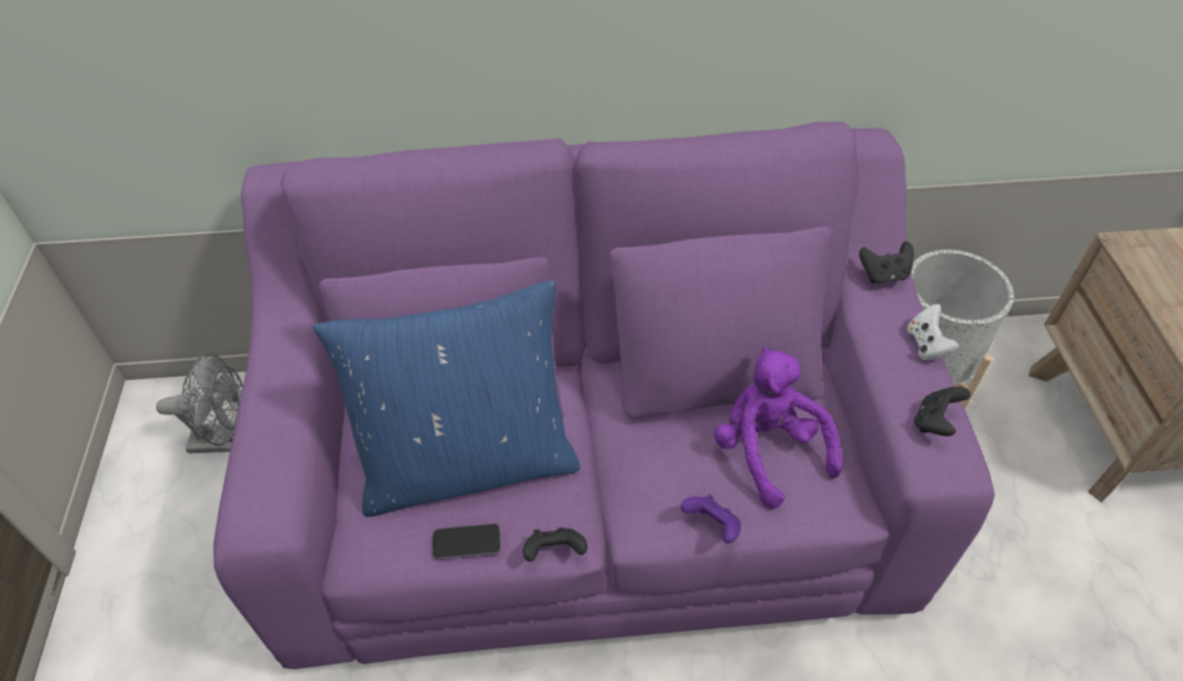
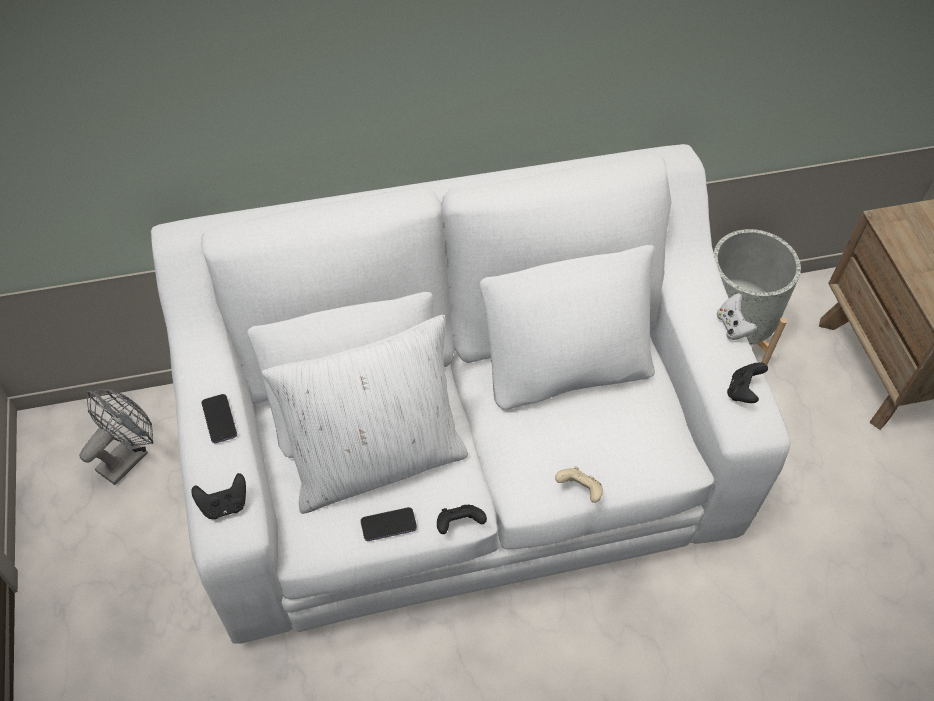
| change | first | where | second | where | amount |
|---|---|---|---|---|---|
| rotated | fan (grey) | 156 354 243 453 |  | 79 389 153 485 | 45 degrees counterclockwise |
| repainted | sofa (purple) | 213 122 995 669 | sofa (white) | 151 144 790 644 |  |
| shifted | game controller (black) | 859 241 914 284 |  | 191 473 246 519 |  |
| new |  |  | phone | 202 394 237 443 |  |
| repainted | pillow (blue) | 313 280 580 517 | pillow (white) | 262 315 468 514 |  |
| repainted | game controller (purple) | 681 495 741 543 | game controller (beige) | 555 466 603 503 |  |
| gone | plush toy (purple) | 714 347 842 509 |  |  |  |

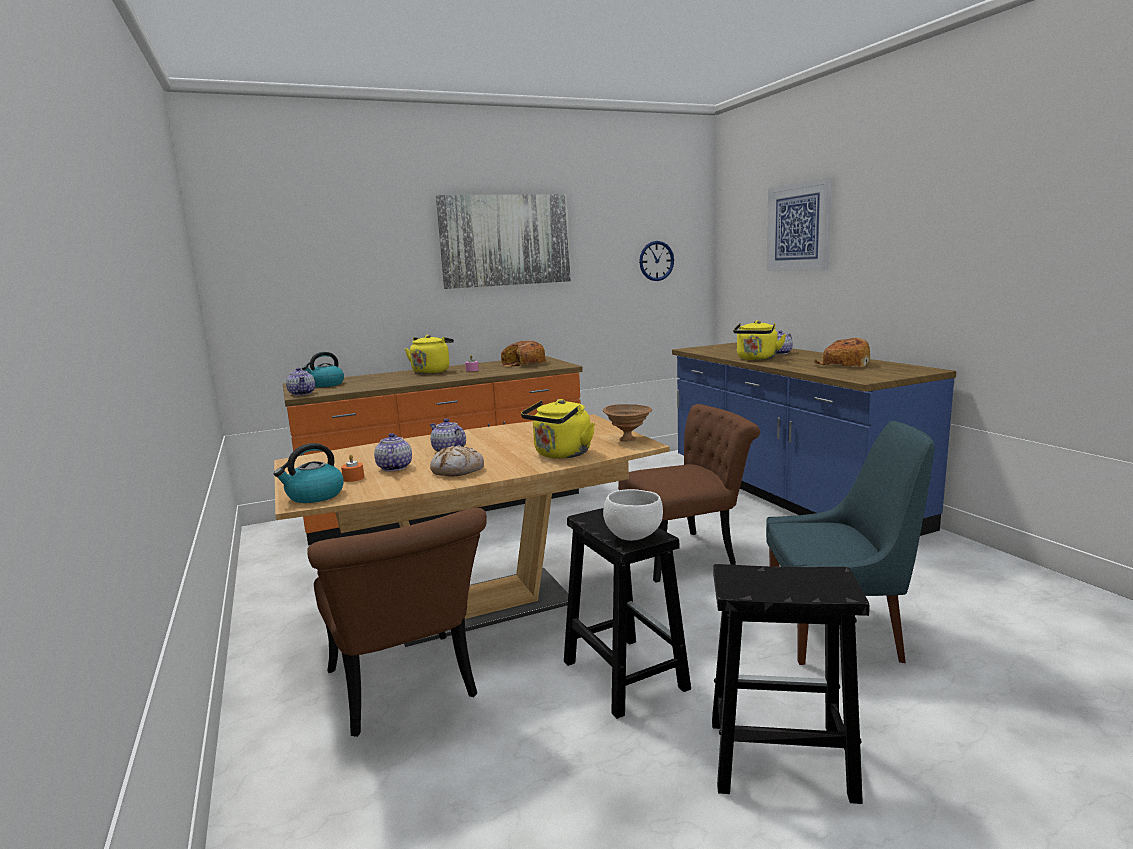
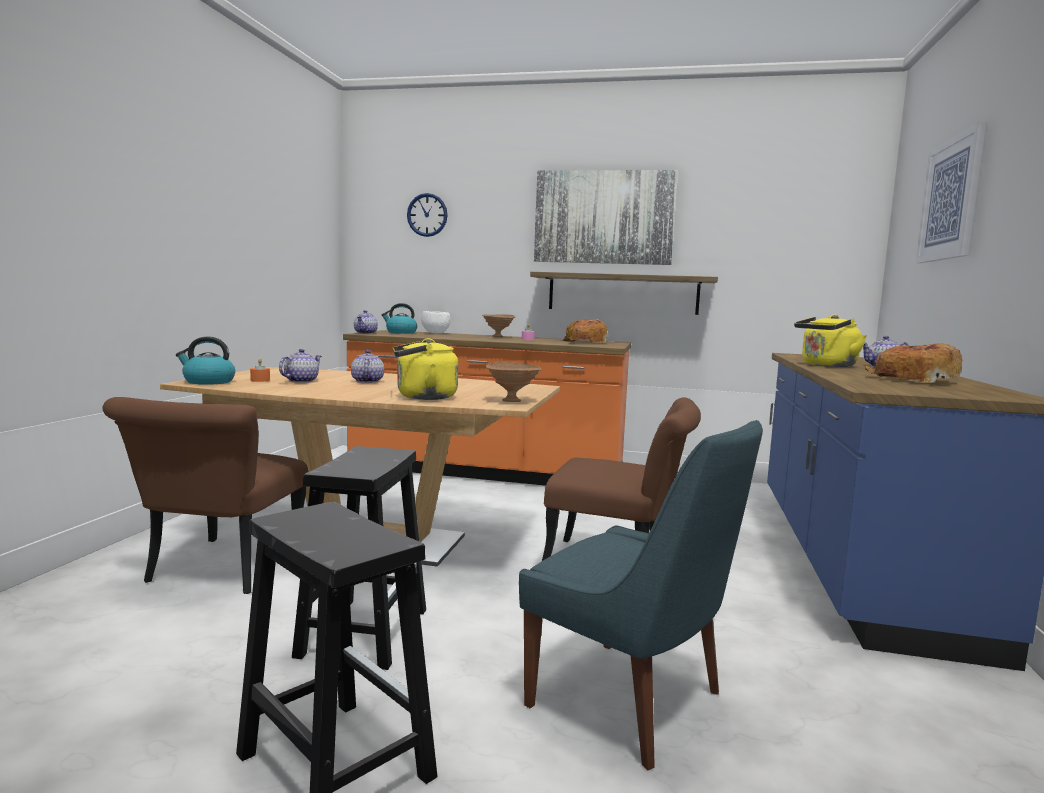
| change | first | where | second | where | amount |
|---|---|---|---|---|---|
| shifted | wall clock | 639 241 674 281 |  | 407 193 448 237 |  |
| shifted | bowl (white) | 603 489 663 541 |  | 421 311 451 333 |  |
| swapped | kettle (yellow) | 405 335 454 374 | bowl (brown) | 482 315 516 337 |  |
| new |  |  | shelf | 530 272 718 315 |  |
| gone | bread | 430 446 484 476 |  |  |  |

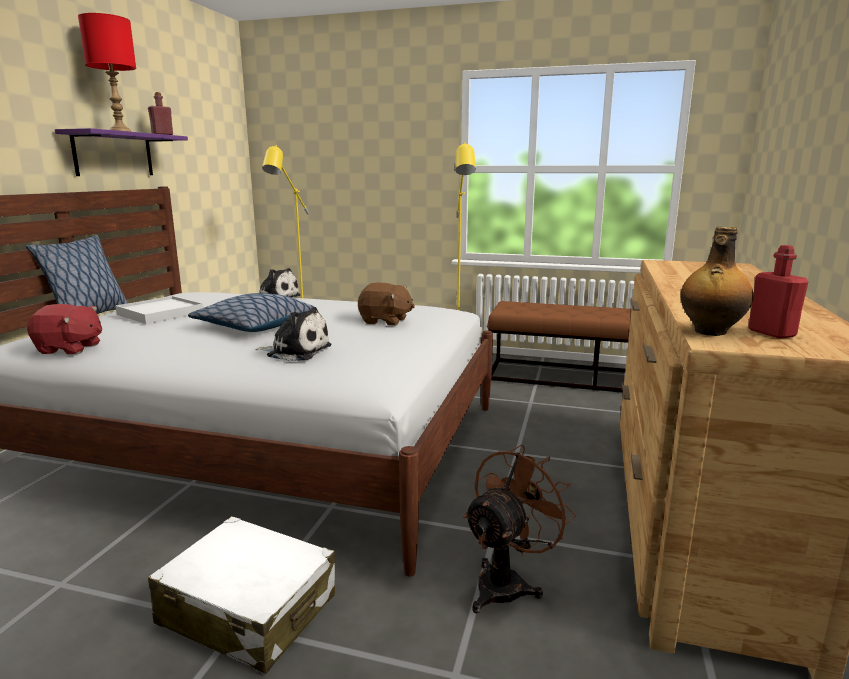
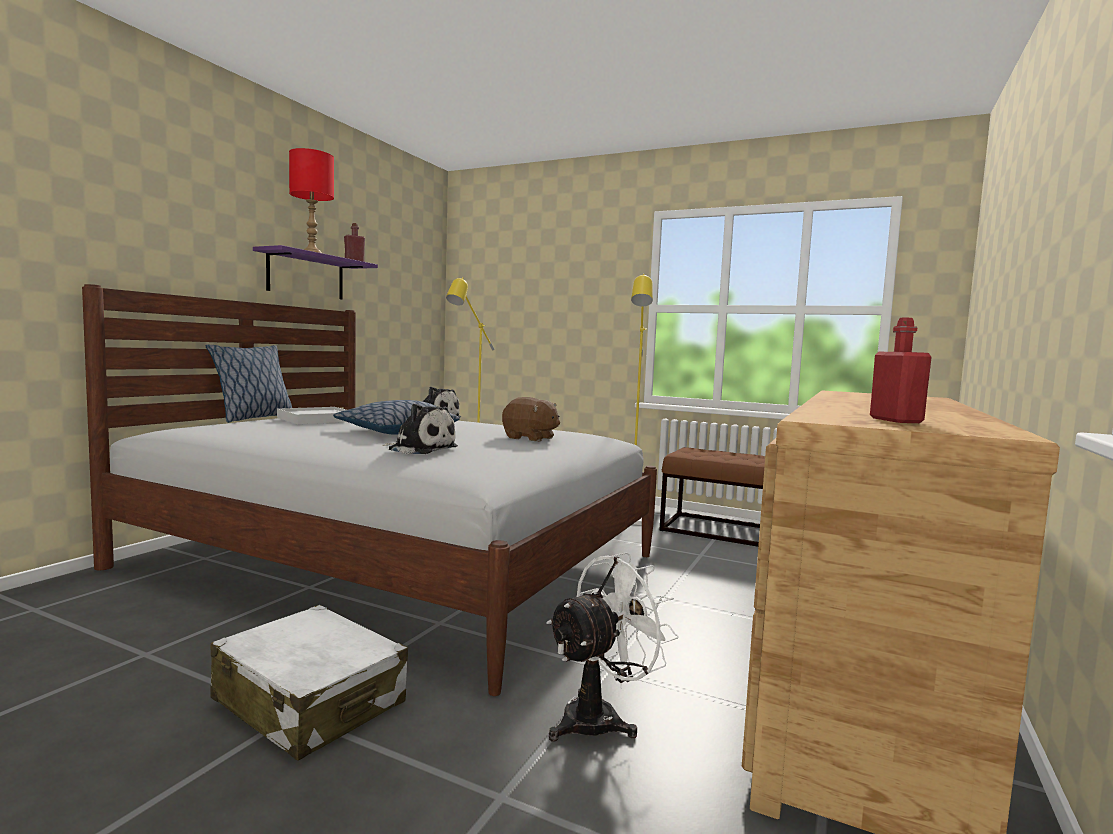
| change | first | where | second | where | amount |
|---|---|---|---|---|---|
| repainted | fan (brown) | 463 444 576 613 | fan (white) | 546 552 679 742 |  |
| gone | plush toy (red) | 27 304 102 354 |  |  |  |
| gone | bottle | 680 227 754 336 |  |  |  |

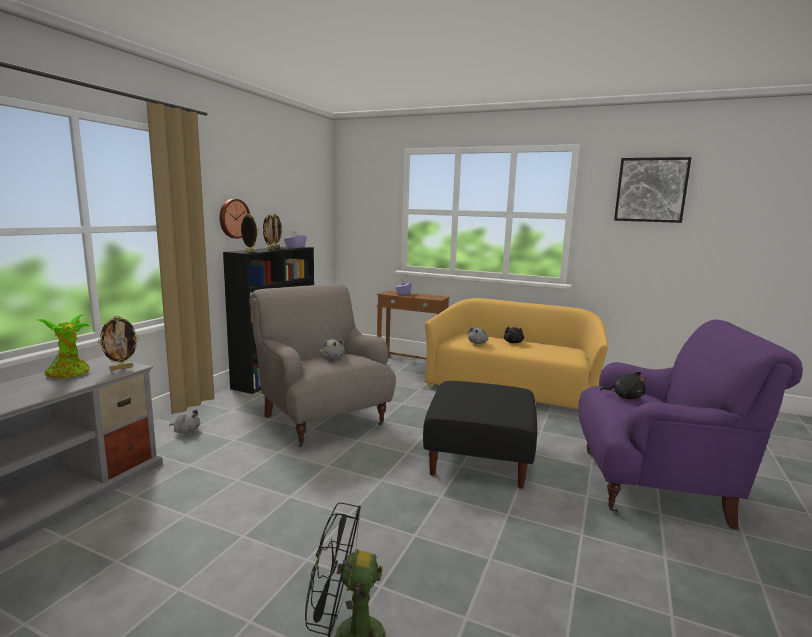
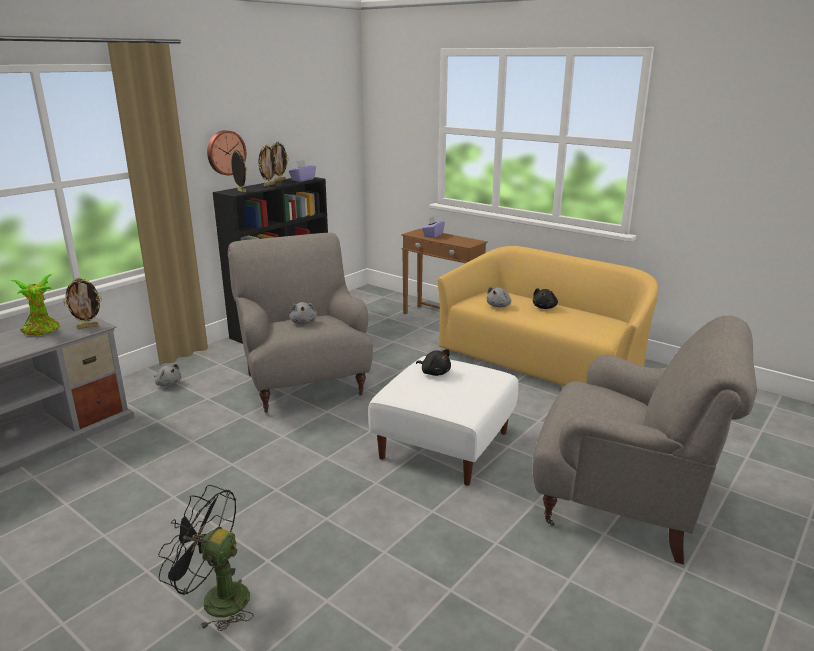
| change | first | where | second | where | amount |
|---|---|---|---|---|---|
| repainted | ottoman (black) | 423 381 537 489 | ottoman (white) | 368 356 519 486 |  |
| shifted | plush toy (black) | 600 372 646 399 |  | 416 349 451 376 |  |
| repainted | armchair (purple) | 578 319 803 530 | armchair (grey) | 533 316 757 565 |  |
| gone | picture | 614 157 692 223 |  |  |  |

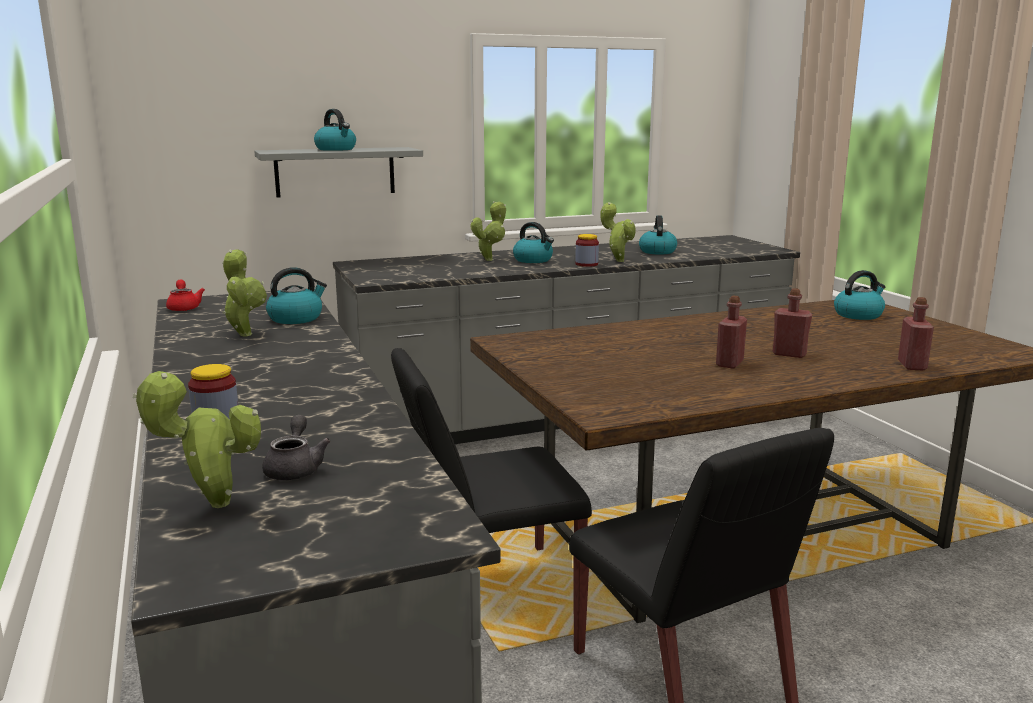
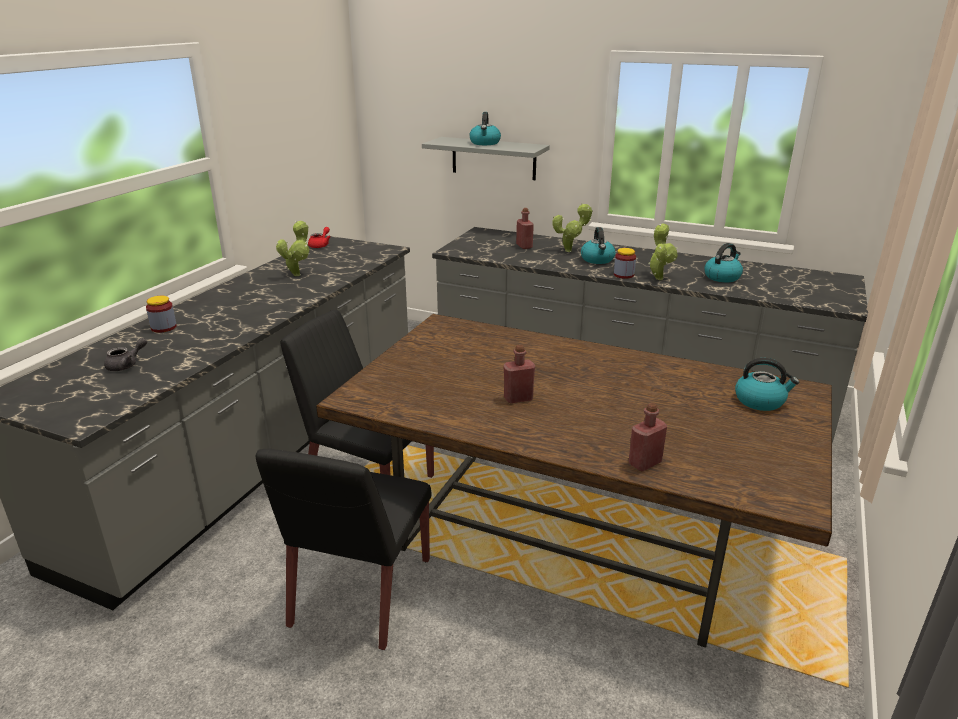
| change | first | where | second | where | amount |
|---|---|---|---|---|---|
| shifted | bottle (red) | 773 288 812 358 |  | 516 208 534 249 |  |
| gone | potted plant | 133 371 261 508 |  |  |  |
| gone | kettle | 266 267 327 324 |  |  |  |

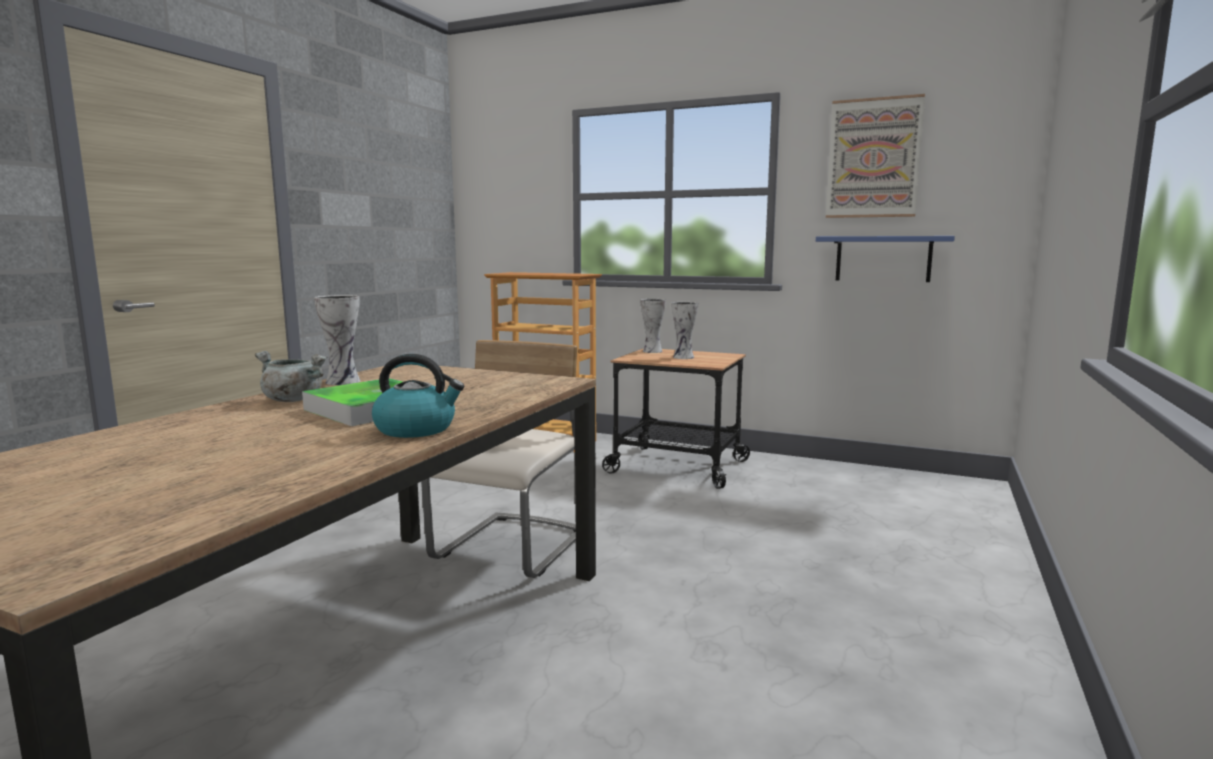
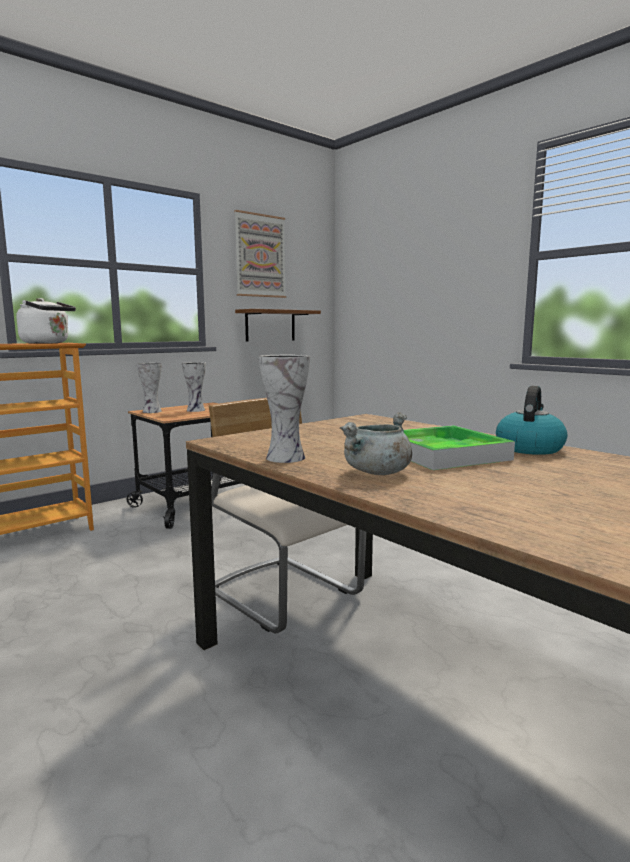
| change | first | where | second | where | amount |
|---|---|---|---|---|---|
| new |  |  | kettle (white) | 16 298 76 344 |  |
| repainted | shelf (blue) | 816 236 955 282 | shelf (brown) | 235 309 321 341 |  |

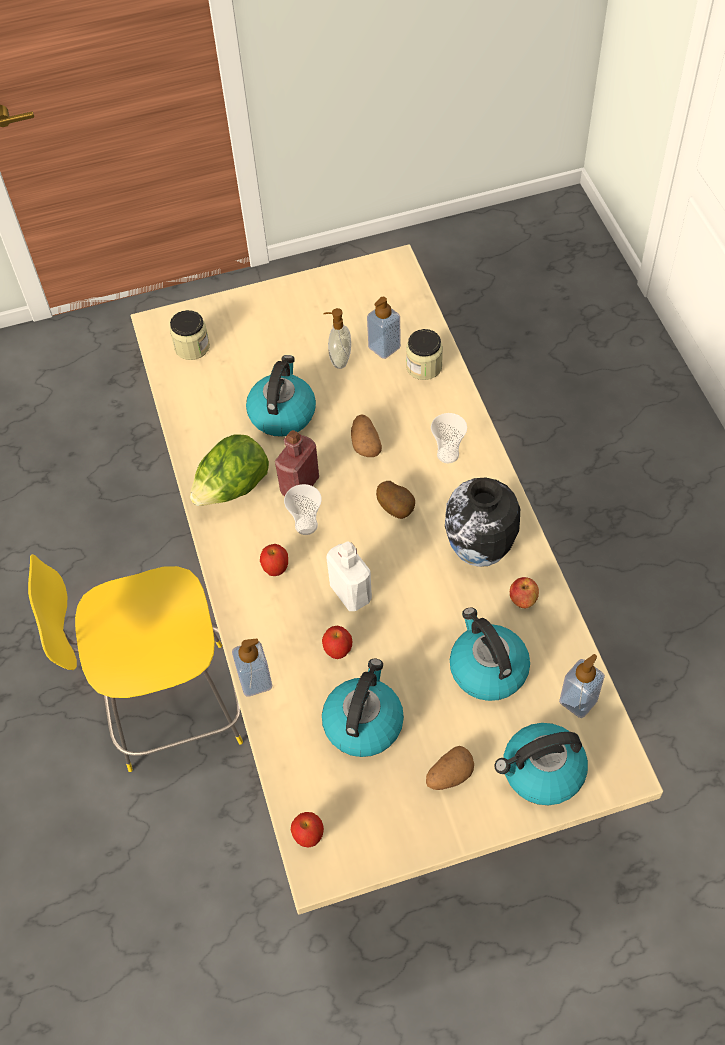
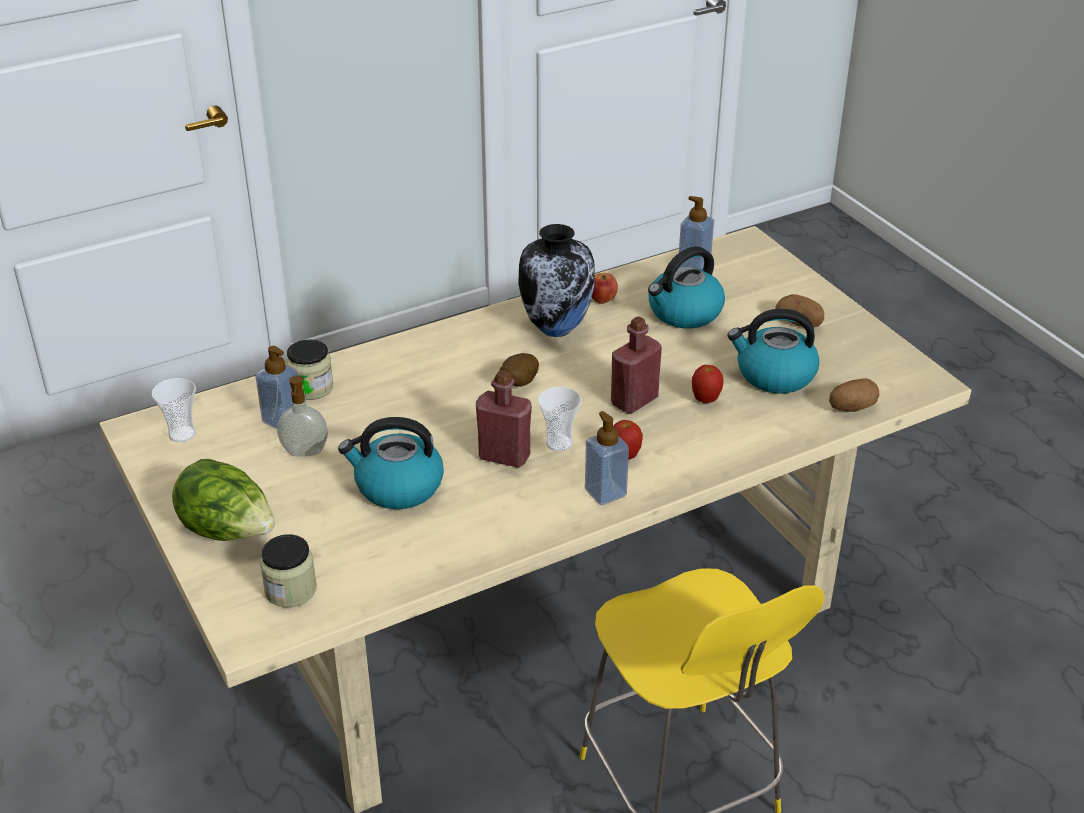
| change | first | where | second | where | amount |
|---|---|---|---|---|---|
| shifted | cup | 431 413 467 463 |  | 152 378 196 442 |  |
| shifted | lettuce | 190 434 269 506 |  | 172 459 275 541 |  |
| shifted | soap dispenser | 232 638 272 697 |  | 585 411 629 505 |  |
| repainted | bottle (white) | 326 541 372 611 | bottle (red) | 611 316 662 414 |  |
| shifted | potato | 351 414 382 457 |  | 829 378 879 412 |  |
| gone | apple | 291 812 324 848 |  |  |  |
| gone | kettle | 494 723 588 805 |  |  |  |

